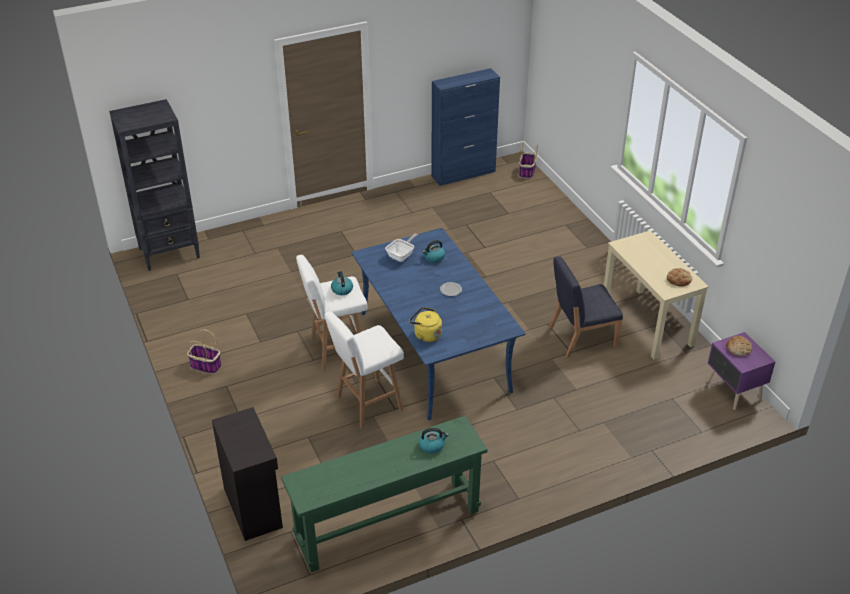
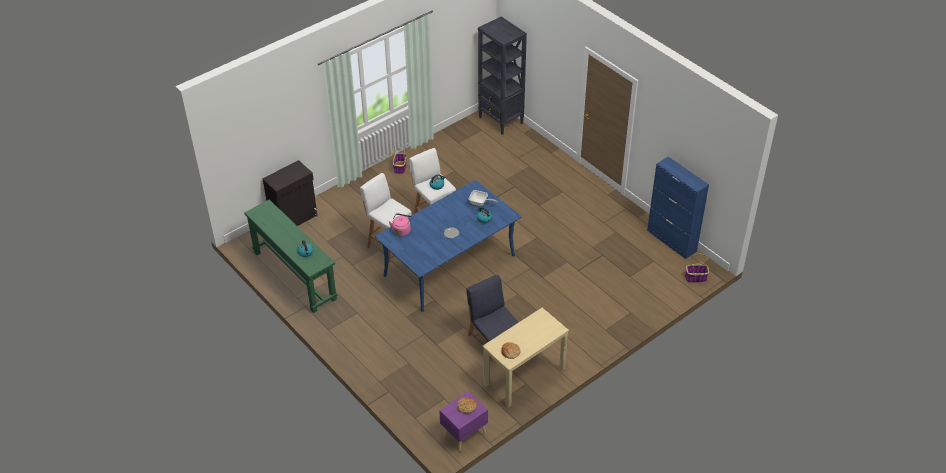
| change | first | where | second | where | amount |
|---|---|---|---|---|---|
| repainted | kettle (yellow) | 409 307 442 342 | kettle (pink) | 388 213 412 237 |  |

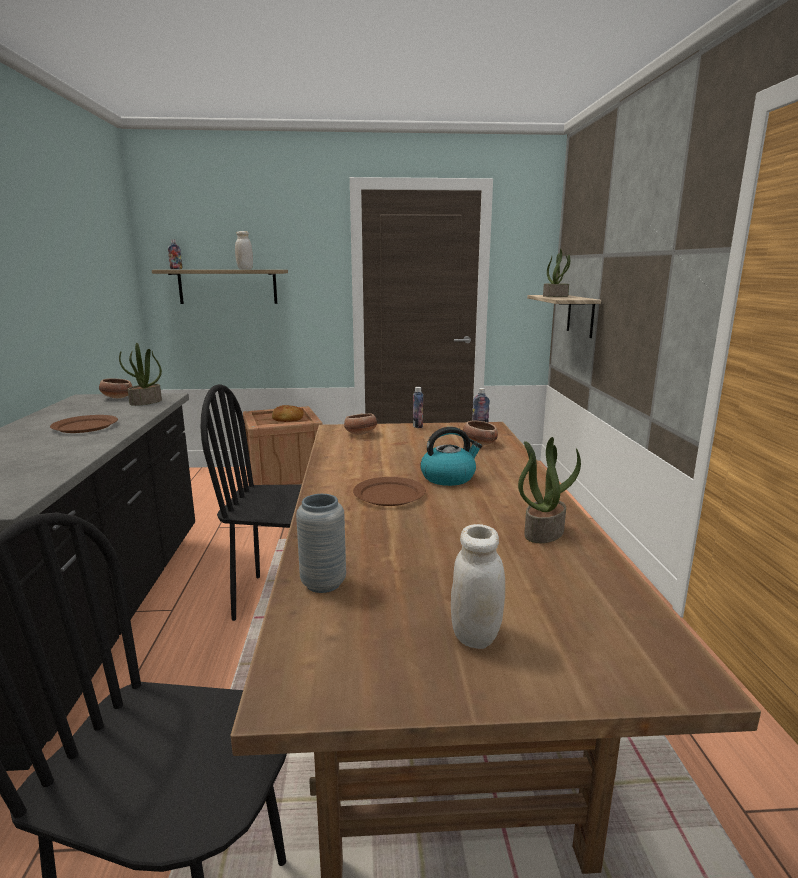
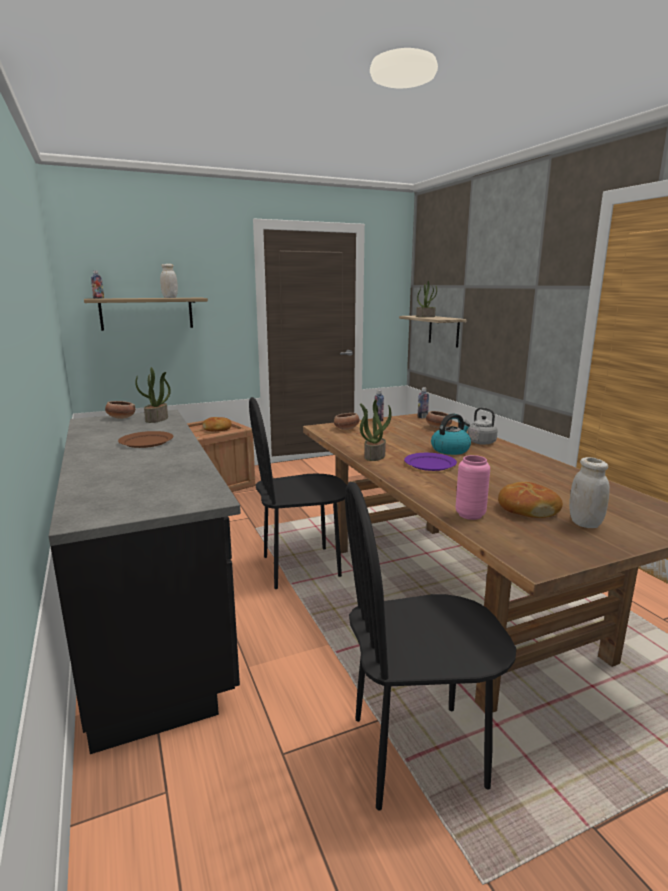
| change | first | where | second | where | amount |
|---|---|---|---|---|---|
| shifted | potted plant | 518 437 581 543 |  | 360 399 392 461 |  |
| repainted | plate (brown) | 353 477 426 506 | plate (purple) | 404 453 457 471 |  |
| repainted | vase (grey) | 296 494 346 593 | vase (pink) | 455 455 490 520 |  |
| new |  |  | kettle (grey) | 464 407 498 445 |  |
| new |  |  | bread | 498 482 563 518 |  |

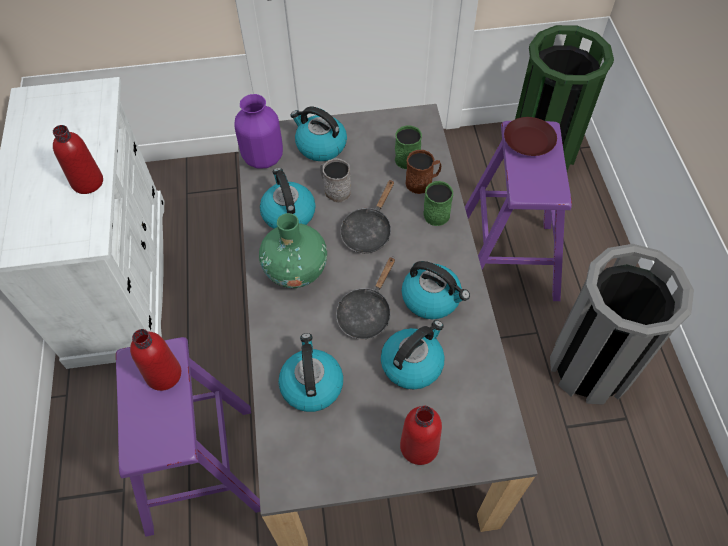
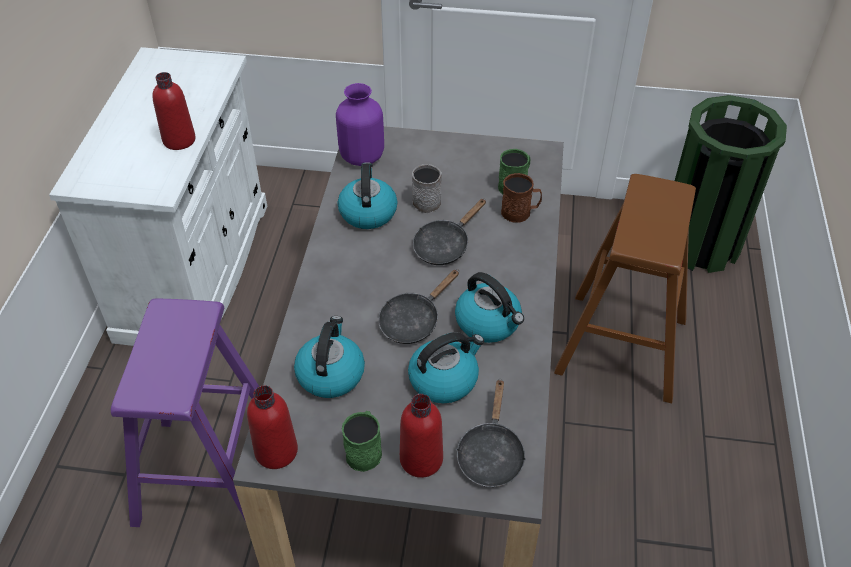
| change | first | where | second | where | amount |
|---|---|---|---|---|---|
| shifted | bottle (red) | 130 329 181 391 |  | 247 385 298 469 |  |
| shifted | mug (green) | 423 181 453 226 |  | 342 411 382 472 |  |
| new |  |  | frying pan (black) | 456 380 526 487 |  |
| repainted | stool (purple) | 465 121 572 301 | stool (brown) | 554 174 696 403 |  |
| gone | vase (green) | 259 213 327 288 |  |  |  |
| gone | kettle | 290 107 347 161 |  |  |  |
| gone | plate (brown) | 504 117 557 156 |  |  |  |
| gone | trash can (grey) | 550 244 694 405 |  |  |  |

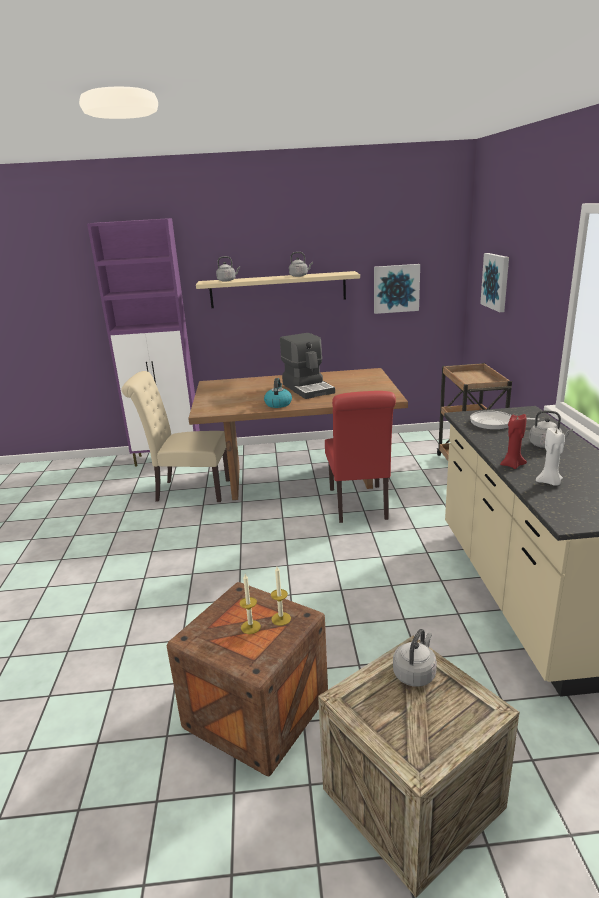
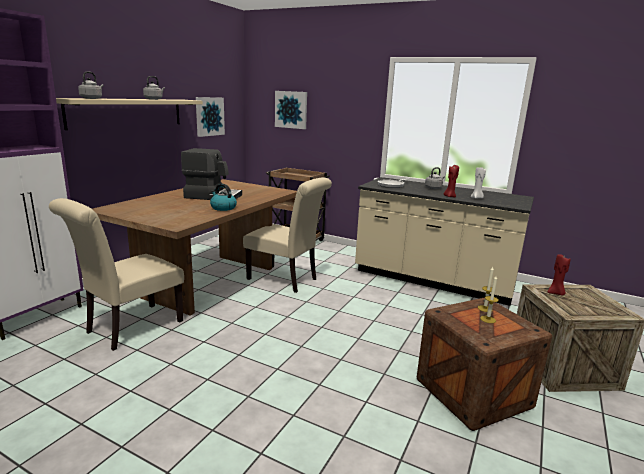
| change | first | where | second | where | amount |
|---|---|---|---|---|---|
| repainted | chair (red) | 325 391 396 523 | chair (beige) | 243 178 332 293 |  |
| swapped | kettle (grey) | 393 629 437 687 | candle (red) | 548 254 570 295 |  |

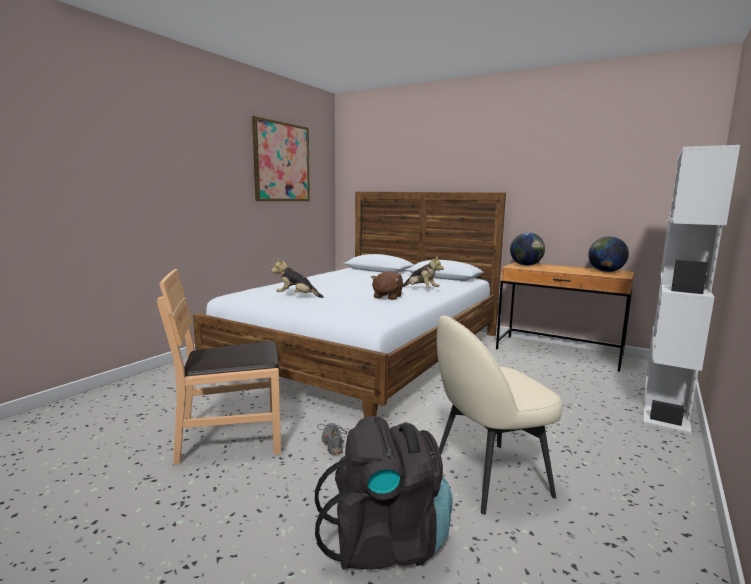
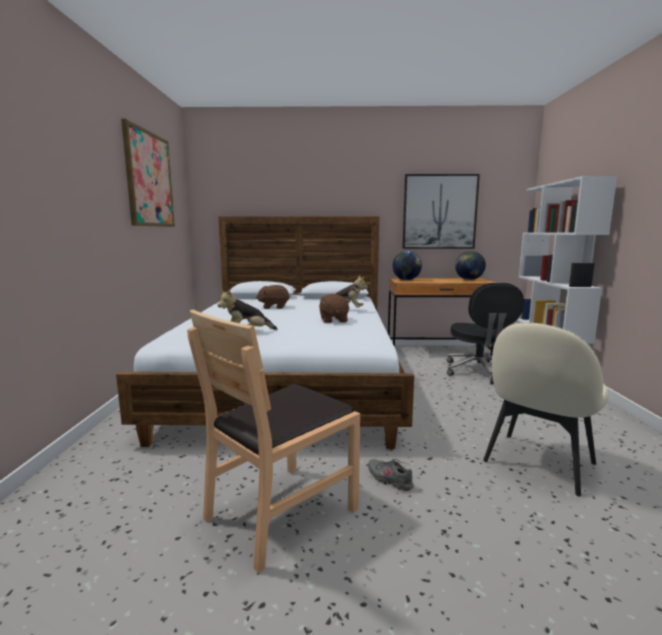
| change | first | where | second | where | amount |
|---|---|---|---|---|---|
| new |  |  | plush toy (brown) | 256 285 290 309 |  |
| new |  |  | picture | 402 174 480 249 |  |
| new |  |  | office chair (black) | 447 283 524 384 |  |
| gone | backpack (black) | 315 416 453 570 |  |  |  |

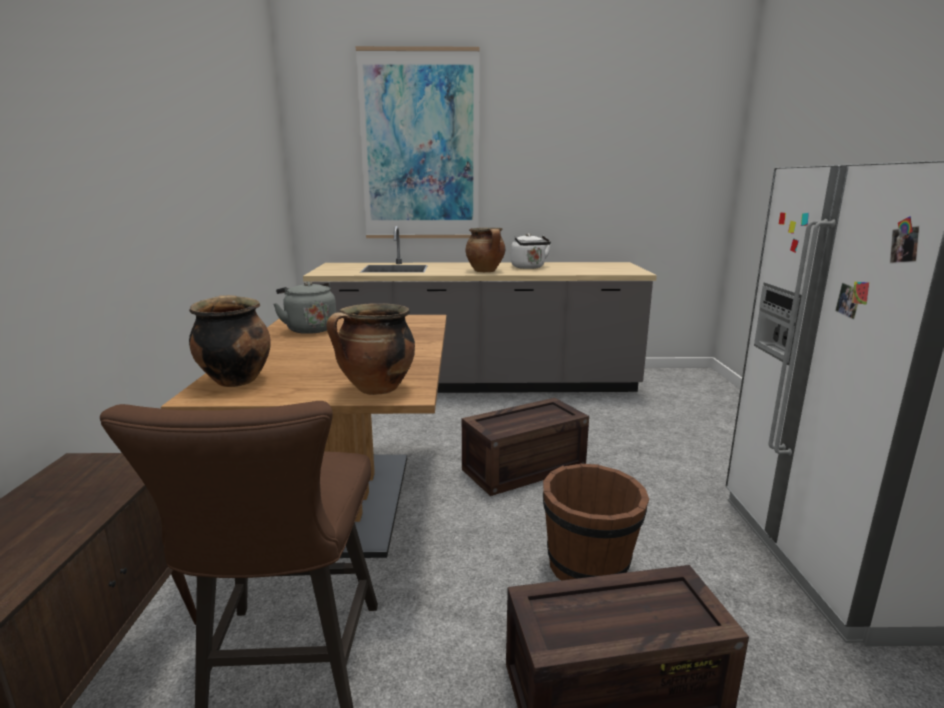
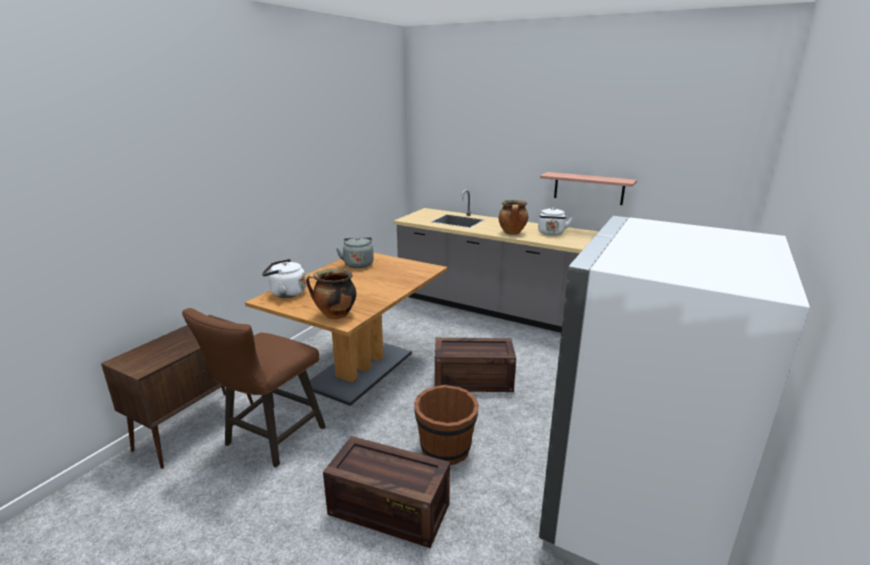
| change | first | where | second | where | amount |
|---|---|---|---|---|---|
| swapped | cooking pot | 189 295 271 387 | kettle (white) | 262 259 306 298 |  |
| new |  |  | shelf | 540 172 637 205 |  |
| gone | picture | 356 46 479 238 |  |  |  |

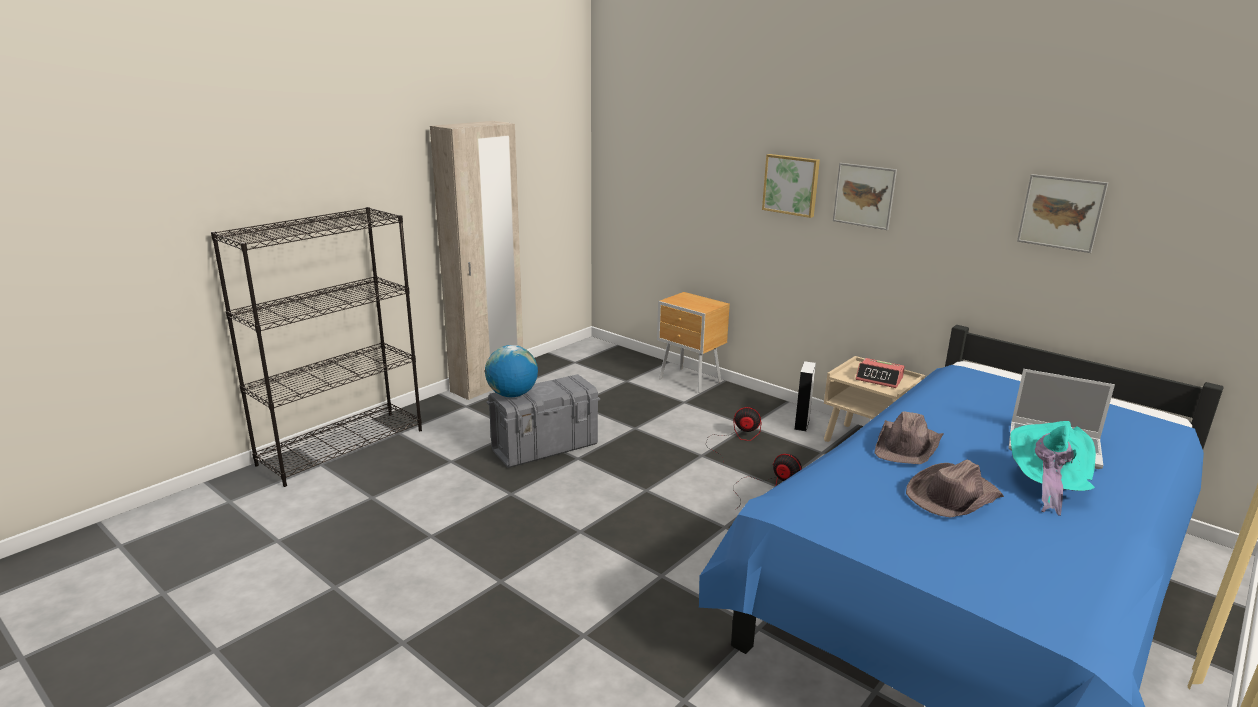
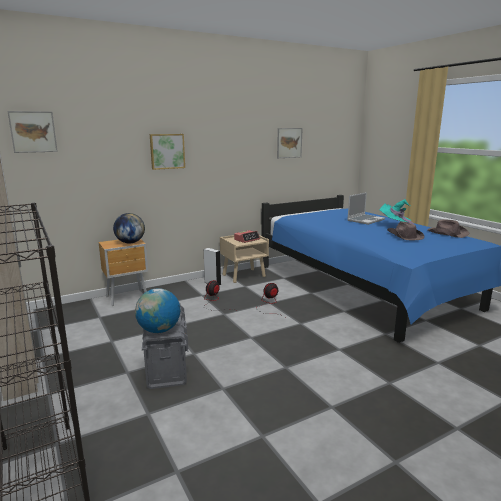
| change | first | where | second | where | amount |
|---|---|---|---|---|---|
| shifted | picture | 833 163 897 230 |  | 7 111 58 153 |  |
| new |  |  | globe | 113 213 145 243 |  |
| shifted | hat (brown) | 874 412 944 464 |  | 427 219 469 238 |  |

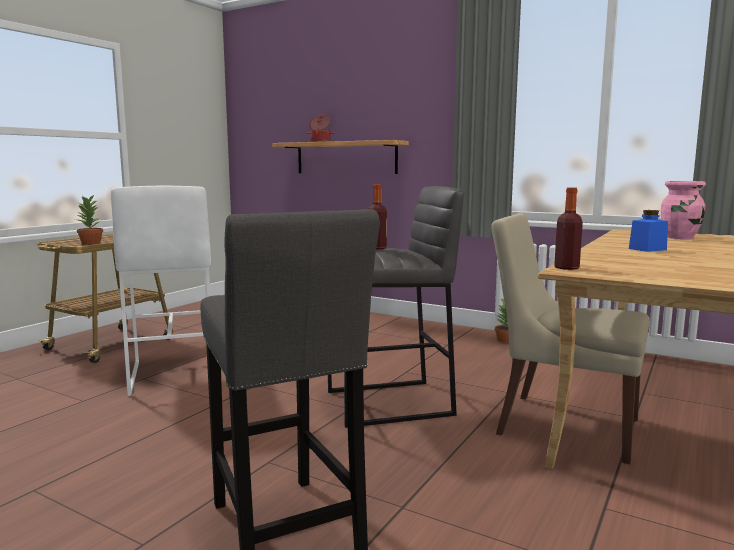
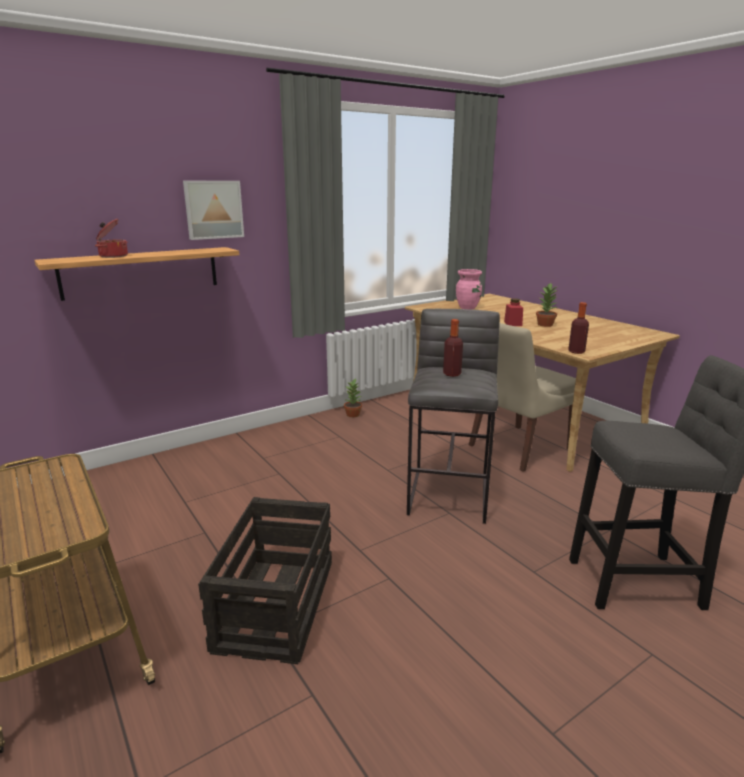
| change | first | where | second | where | amount |
|---|---|---|---|---|---|
| new |  |  | picture | 183 181 244 240 |  |
| swapped | stool (white) | 111 186 211 396 | crate | 198 497 332 664 |  |
| repainted | jar (blue) | 629 210 668 252 | jar (red) | 504 298 523 326 |  |
| shifted | potted plant | 75 195 103 245 |  | 536 283 558 327 |  |

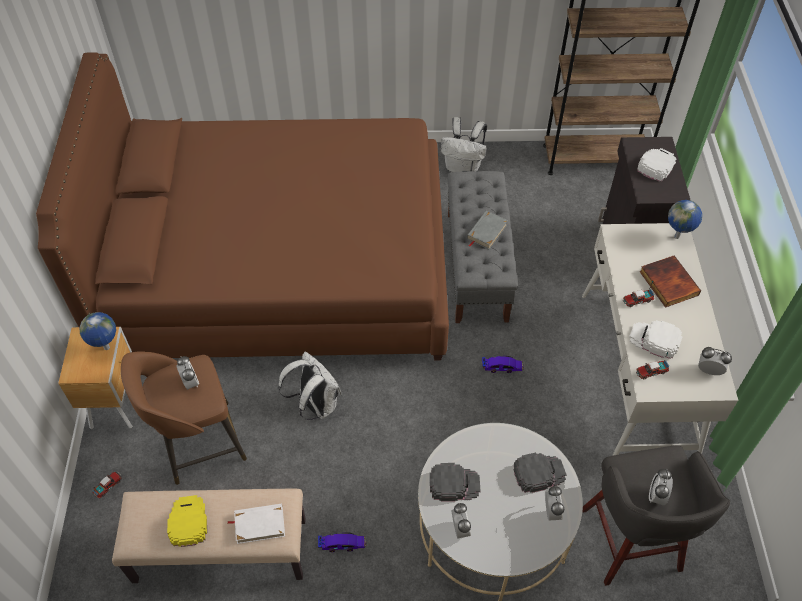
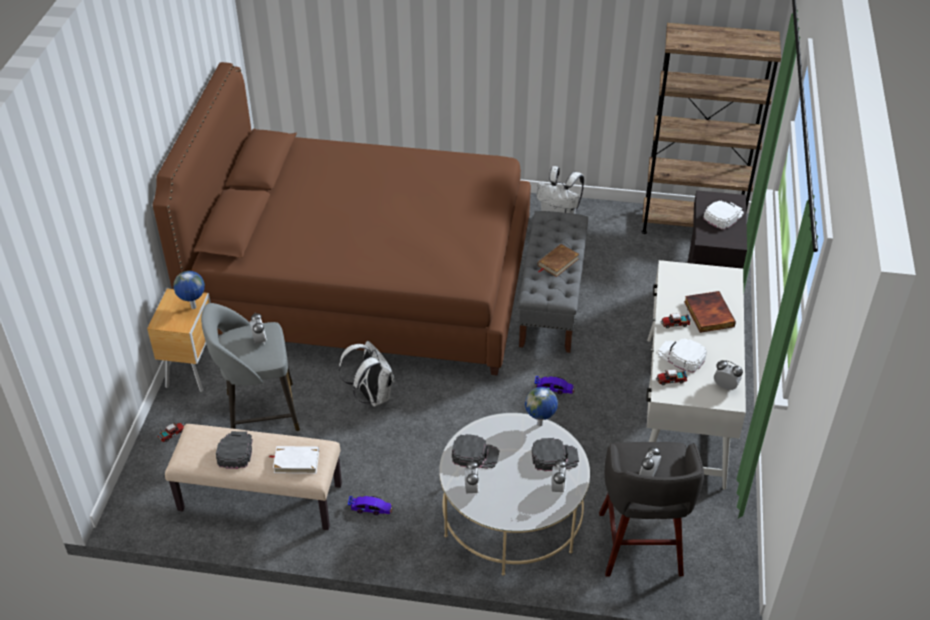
| change | first | where | second | where | amount |
|---|---|---|---|---|---|
| repainted | stool (brown) | 121 352 247 485 | stool (grey) | 201 303 300 431 |  |
| repainted | cap (yellow) | 167 495 207 547 | cap (black) | 216 431 253 469 |  |
| shifted | globe | 668 200 702 239 |  | 525 387 558 426 |  |
| repainted | book (grey) | 467 211 508 250 | book (brown) | 538 244 579 277 |  |

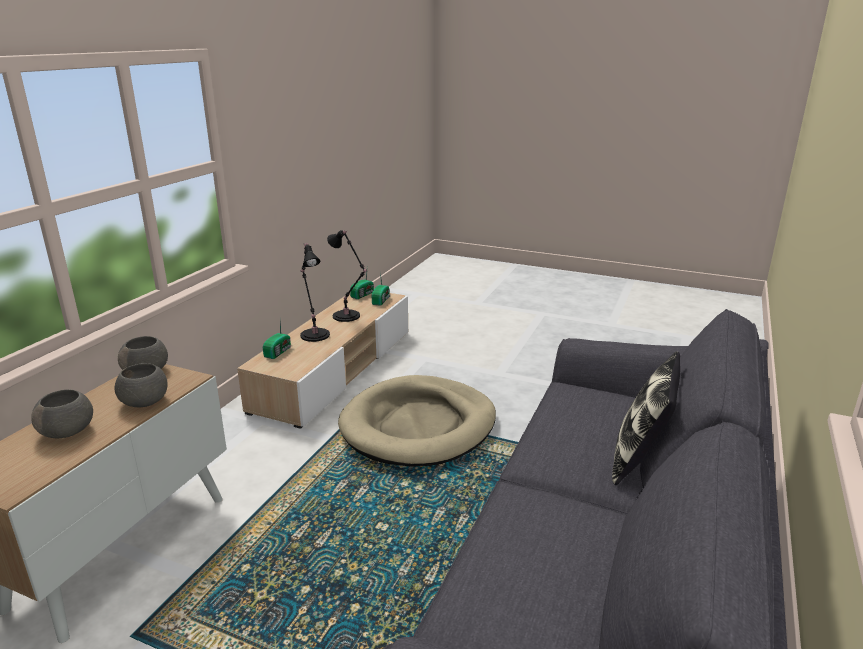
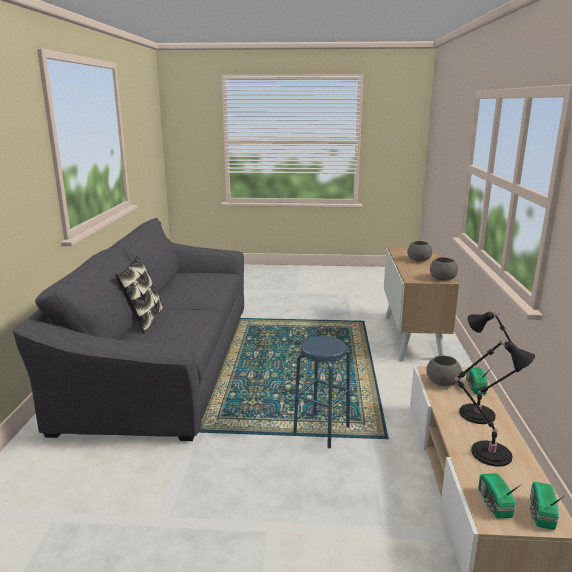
| change | first | where | second | where | amount |
|---|---|---|---|---|---|
| swapped | dog bed (beige) | 338 375 496 467 | stool (blue) | 293 336 350 449 |  |
| shifted | bowl (grey) | 114 363 167 407 |  | 426 356 462 386 |  |

